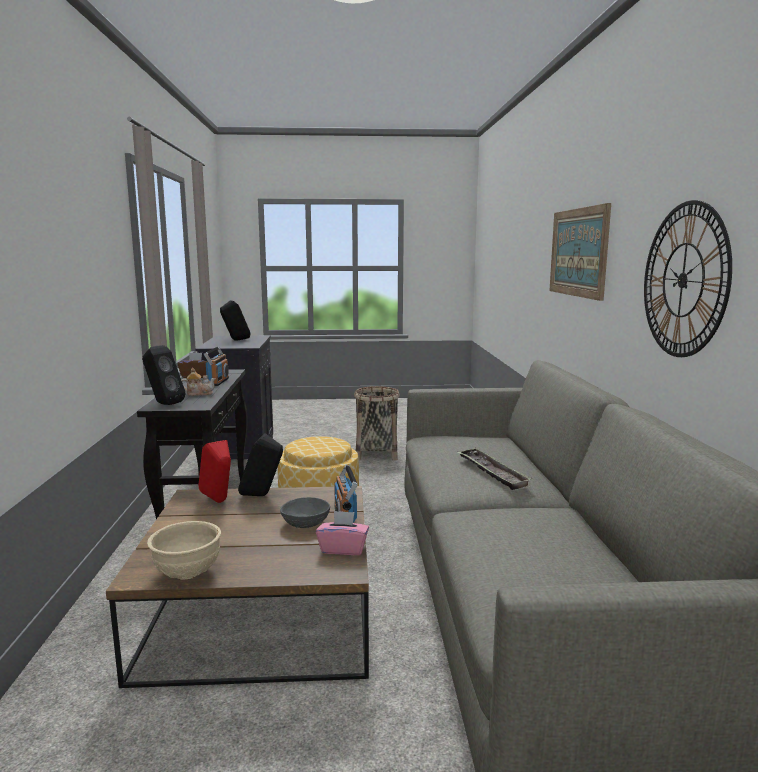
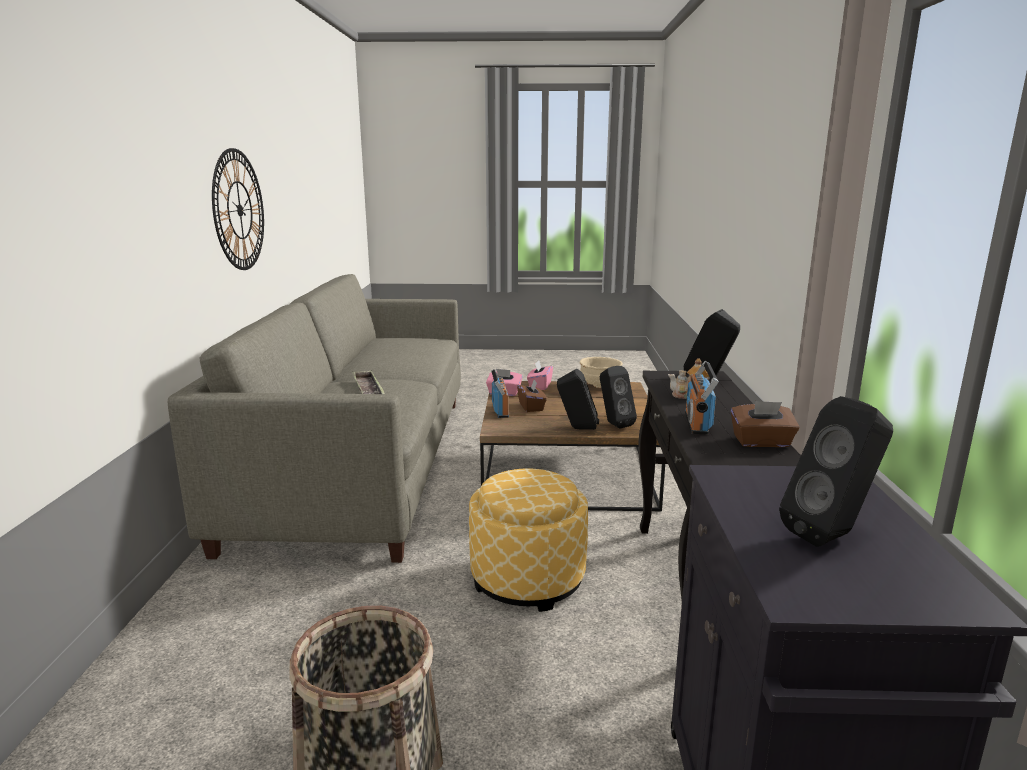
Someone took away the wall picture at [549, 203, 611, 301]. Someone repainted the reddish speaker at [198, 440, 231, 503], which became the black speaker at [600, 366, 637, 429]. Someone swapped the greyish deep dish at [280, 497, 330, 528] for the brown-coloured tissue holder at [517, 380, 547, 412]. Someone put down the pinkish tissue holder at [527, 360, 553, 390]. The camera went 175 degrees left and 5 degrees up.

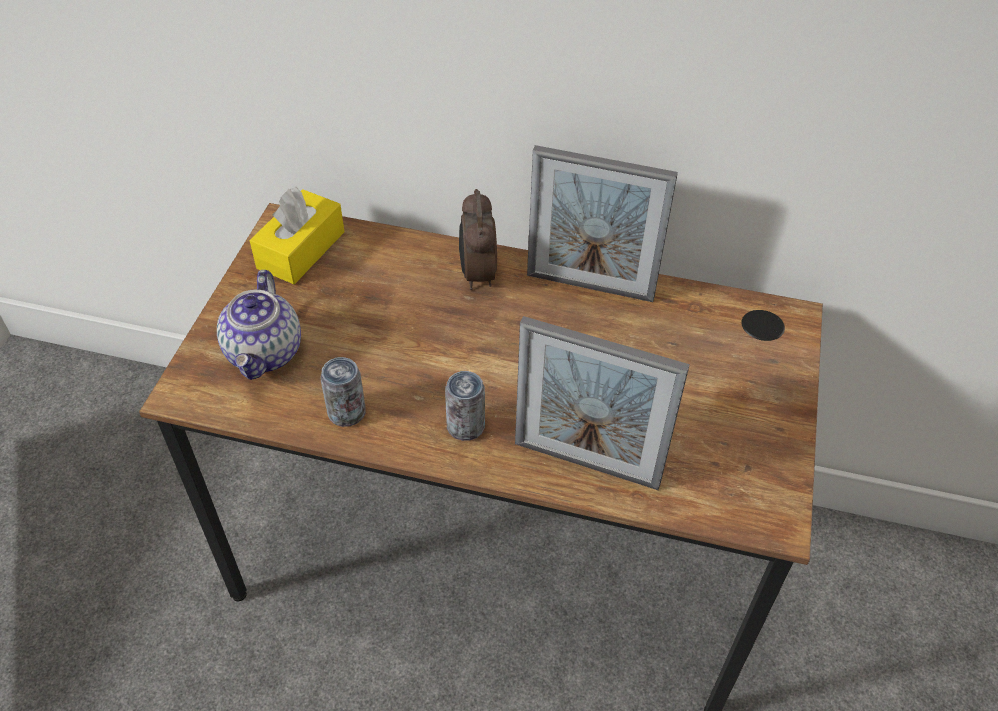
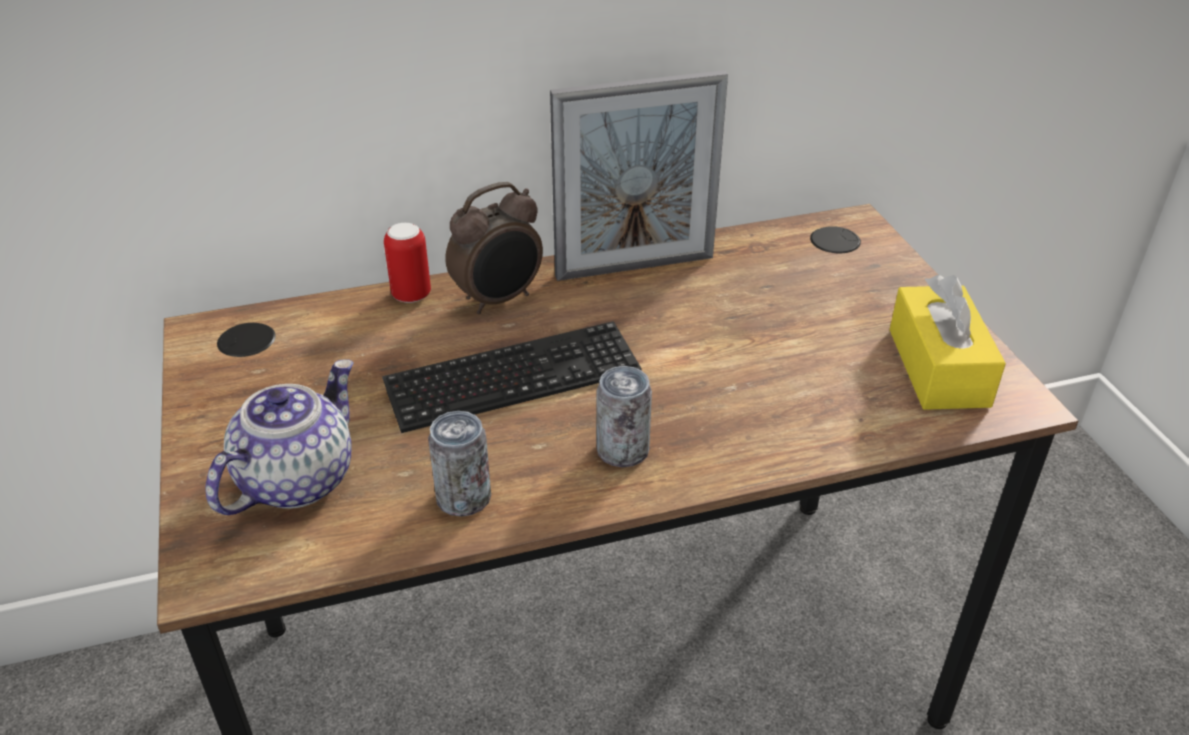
Someone carried the yellow-coloured tissue holder from [250, 187, 344, 284] to [890, 275, 1006, 410]. Someone rotated the alarm clock at [459, 189, 497, 290] by 90 degrees counterclockwise. Someone rotated the teapot at [217, 270, 301, 380] by 120 degrees counterclockwise. Someone took away the picture frame at [515, 316, 690, 490]. Someone put down the can at [384, 223, 431, 303]. Someone put down the keyboard at [382, 321, 642, 433]. The camera went 30 degrees left and 10 degrees down.

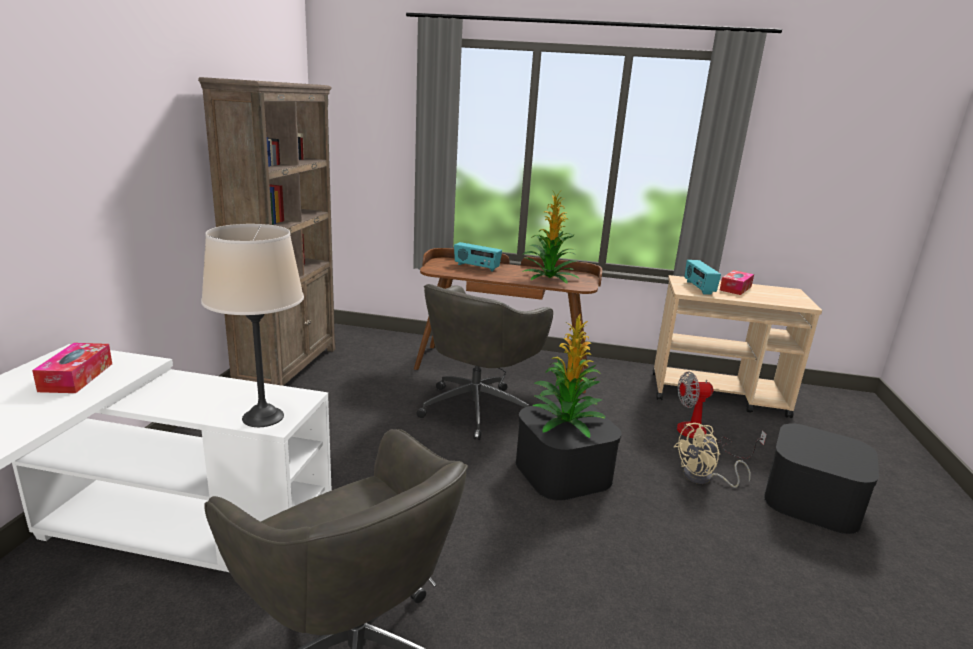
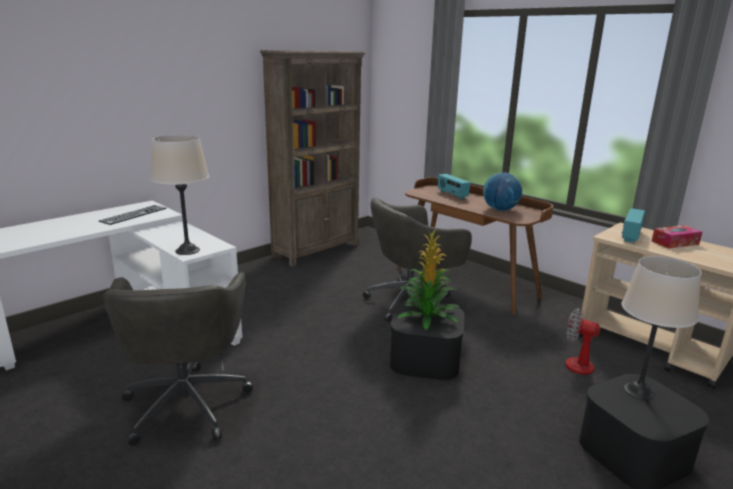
Someone swapped the houseplant at [522, 190, 580, 283] for the globe at [483, 172, 522, 211]. Someone swapped the tissue holder at [32, 343, 112, 393] for the keyboard at [99, 205, 167, 225]. Someone took away the sand-coloured electric fan at [674, 423, 751, 488]. Someone put down the sand-coloured table lamp at [621, 256, 702, 400]. The camera went 35 degrees right and 0 degrees up.

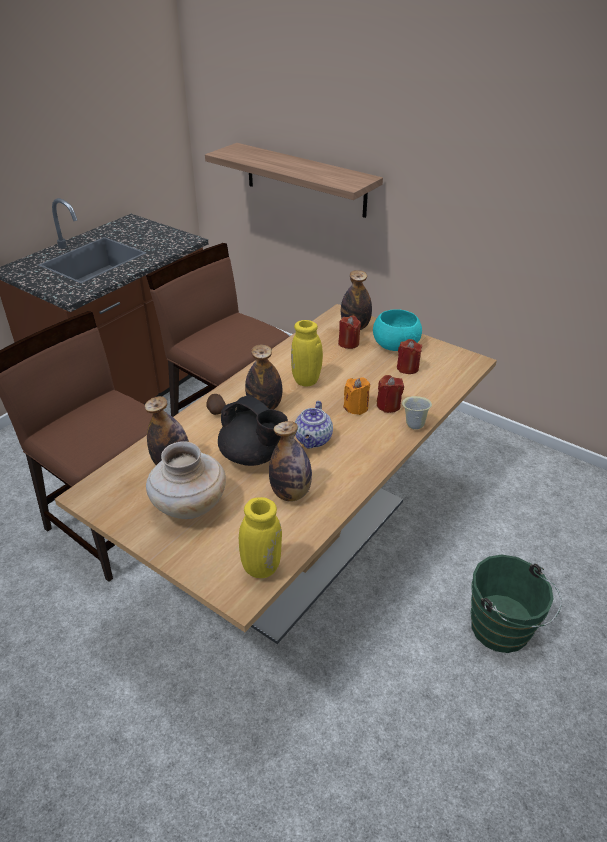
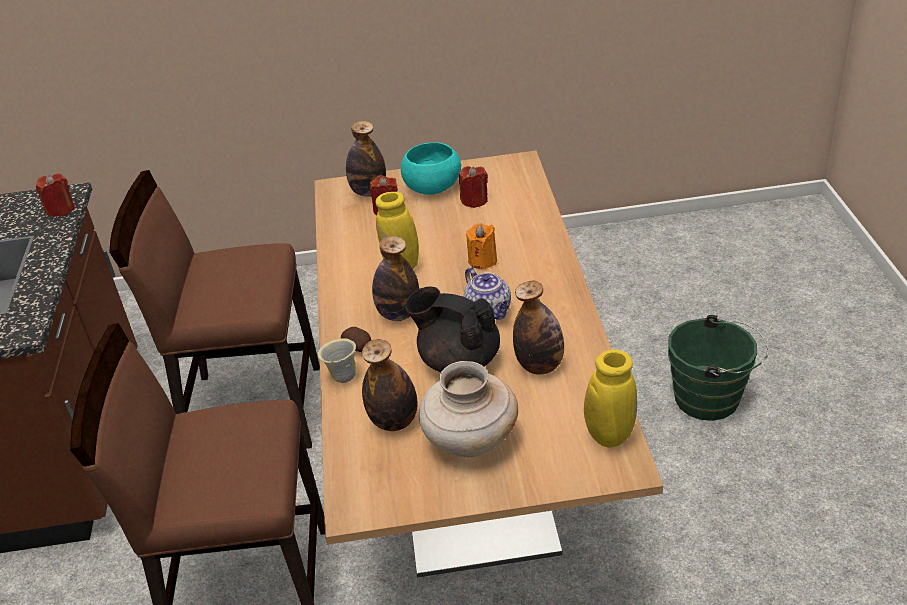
Someone took away the wall shelf at [205, 143, 383, 218]. Someone carried the reddish candle from [377, 375, 404, 413] to [36, 173, 75, 217]. Someone rotated the black teapot at [218, 395, 288, 466] by 150 degrees counterclockwise. Someone carried the sand-coloured coffee mug from [402, 396, 432, 430] to [318, 338, 356, 383]. The camera went 40 degrees left and 0 degrees up.

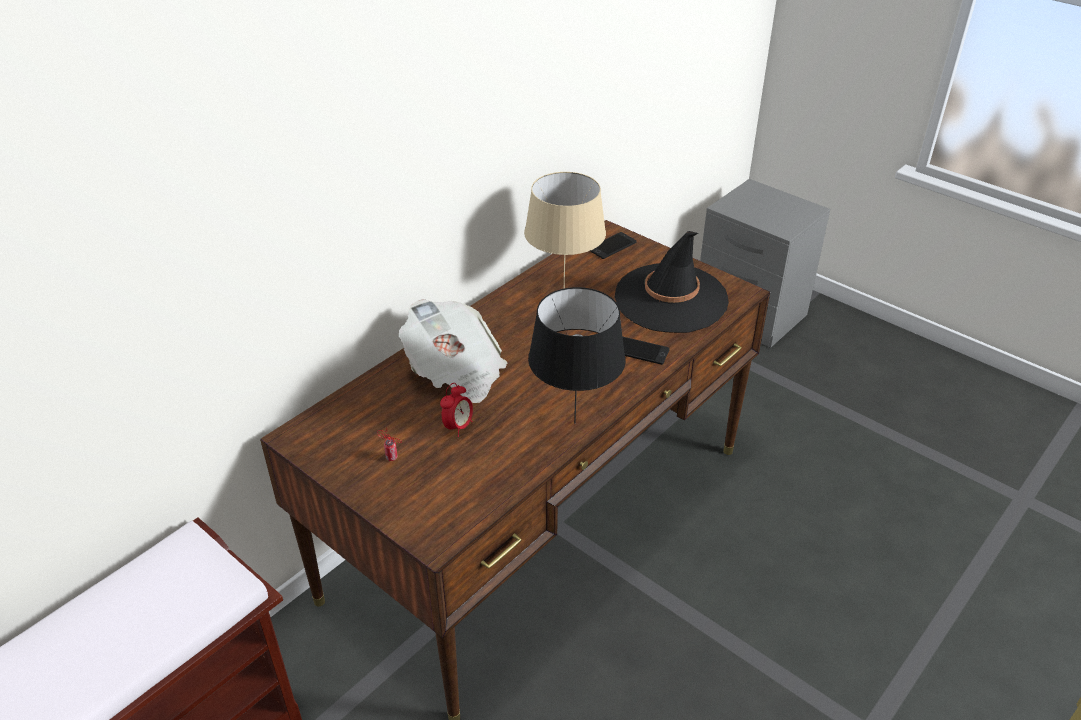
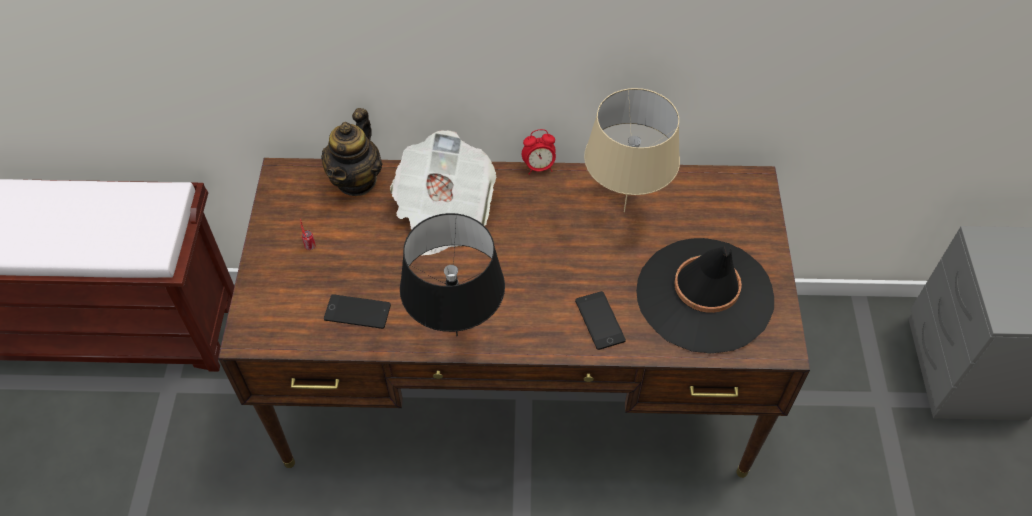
Someone carried the telephone from [590, 232, 637, 259] to [324, 294, 391, 329]. Someone carried the alarm clock from [440, 383, 473, 437] to [522, 129, 556, 175]. Someone put down the teapot at [321, 108, 383, 196]. The camera went 50 degrees right and 15 degrees up.

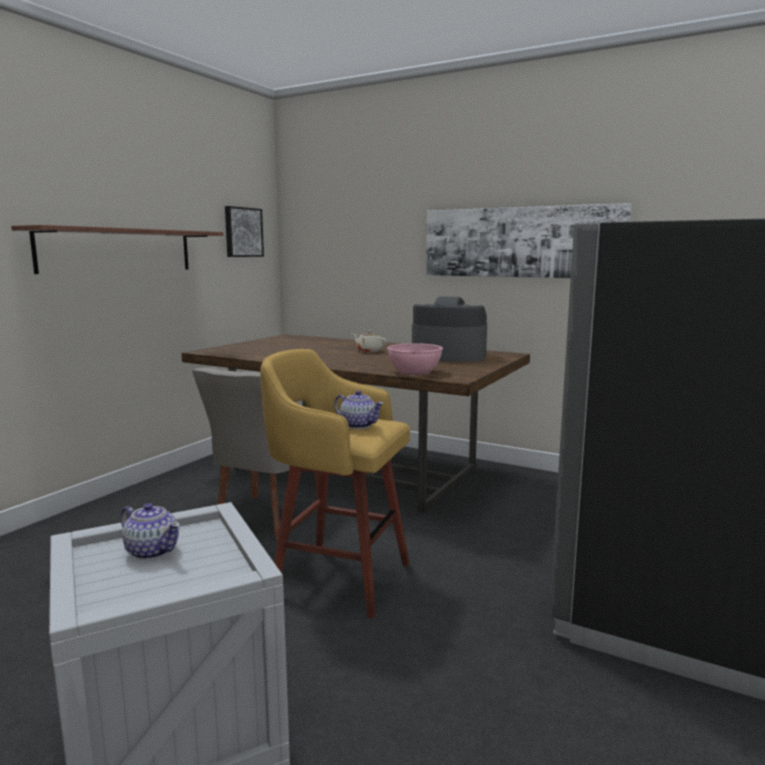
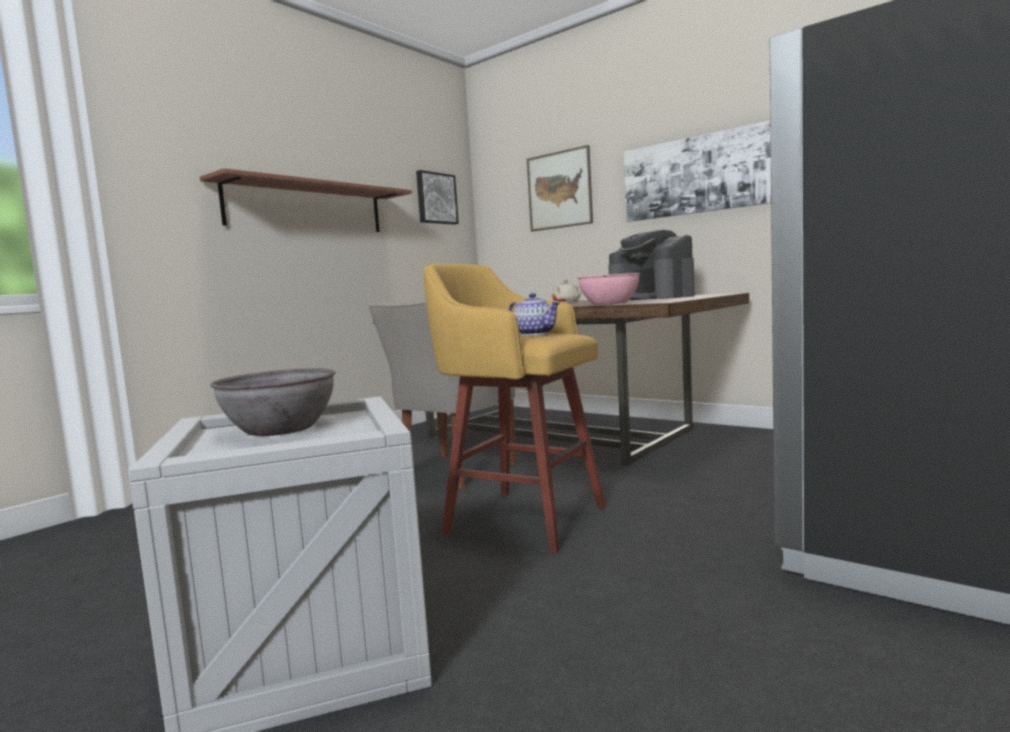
Someone rotated the coffee brewer at [412, 296, 487, 362] by 150 degrees counterclockwise. Someone swapped the teapot at [121, 503, 180, 560] for the greyish deep dish at [210, 368, 336, 436]. Someone put up the wall picture at [527, 145, 593, 232]. The camera went 10 degrees right and 5 degrees down.

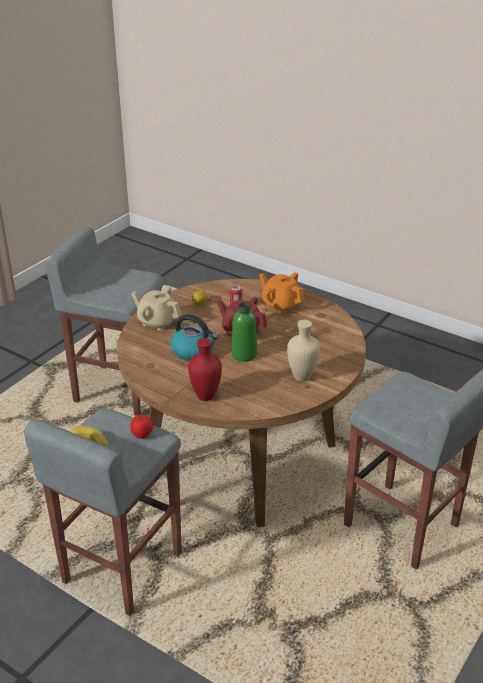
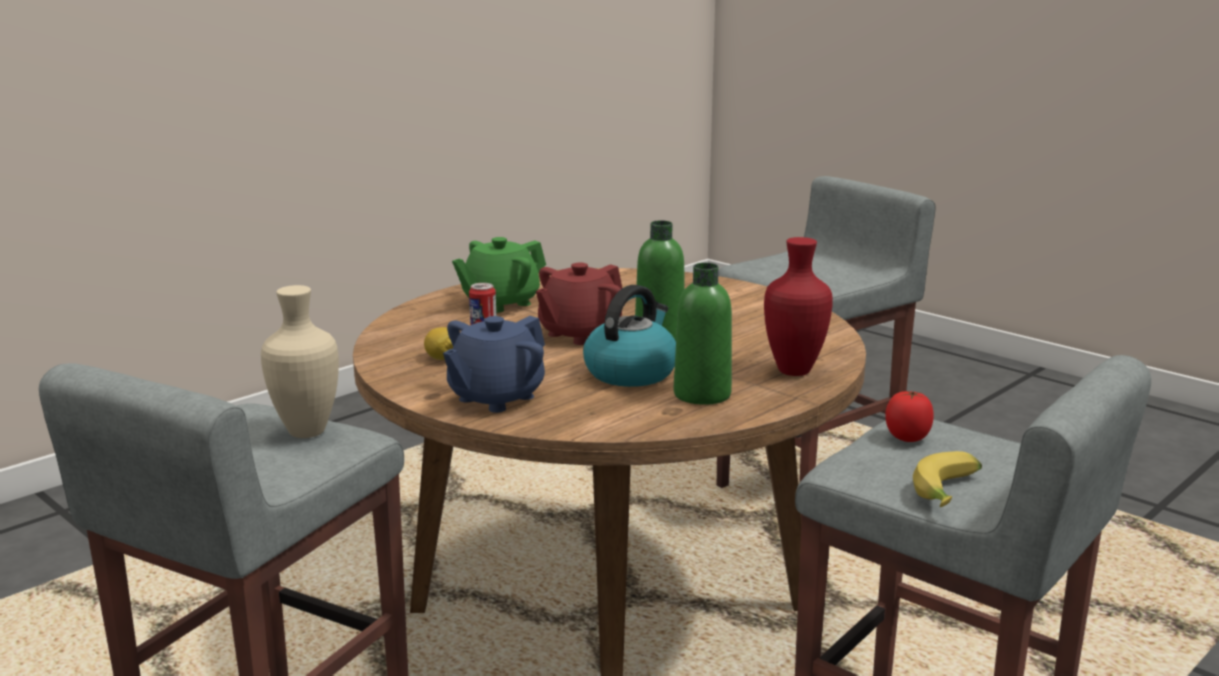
Someone repainted the orange teapot at [259, 272, 304, 314], which became the green teapot at [452, 237, 546, 313]. Someone repainted the sand-coloured teapot at [131, 287, 181, 331], which became the bluish teapot at [443, 316, 545, 413]. Someone carried the sand-coloured vase from [287, 320, 320, 382] to [261, 285, 339, 438]. Someone put down the green bottle at [674, 263, 732, 405]. The camera went 80 degrees left and 15 degrees down.

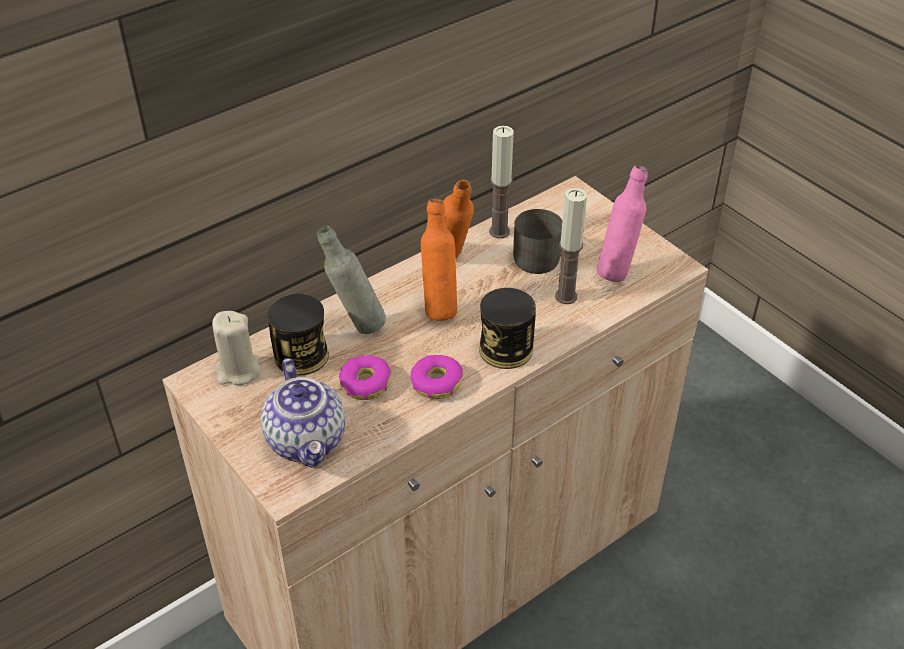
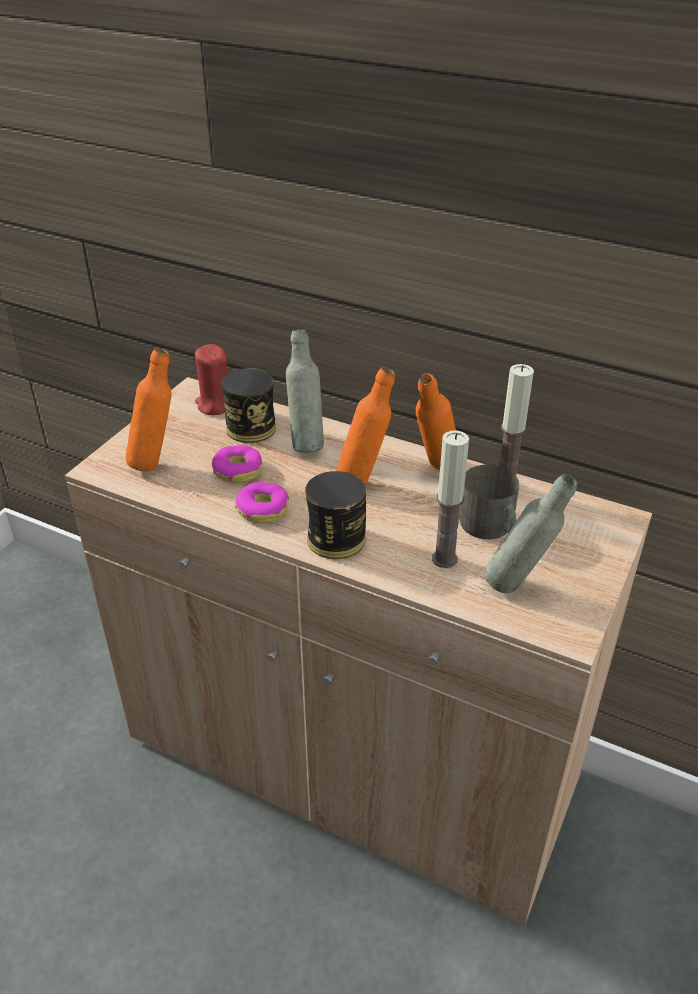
Someone repainted the pinkish bottle at [597, 165, 648, 282], which became the greyish bottle at [485, 474, 577, 593]. Someone repainted the sand-coloured candle at [212, 311, 261, 385], which became the reddish candle at [195, 344, 228, 415]. Someone swapped the teapot at [261, 358, 345, 468] for the orange bottle at [126, 348, 172, 472]. The camera went 65 degrees right and 5 degrees down.

